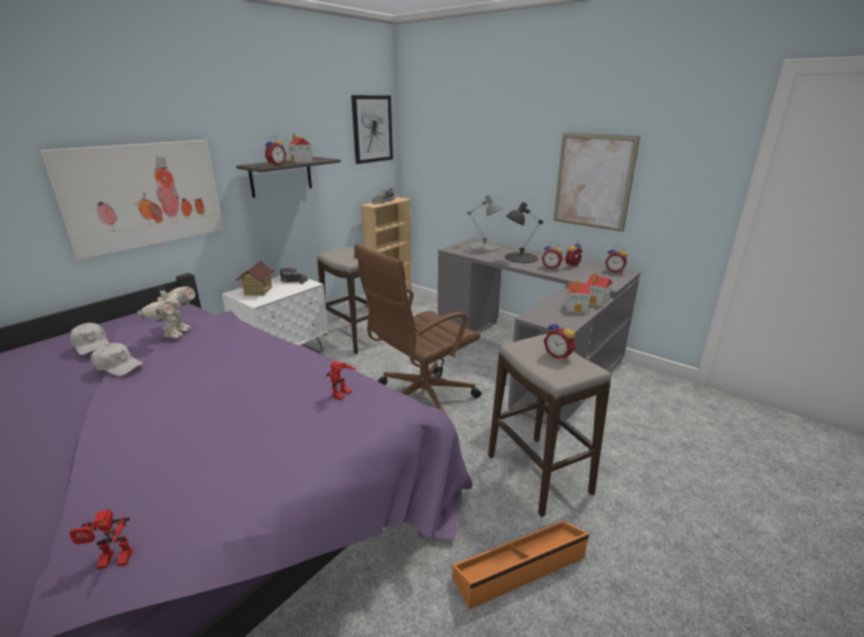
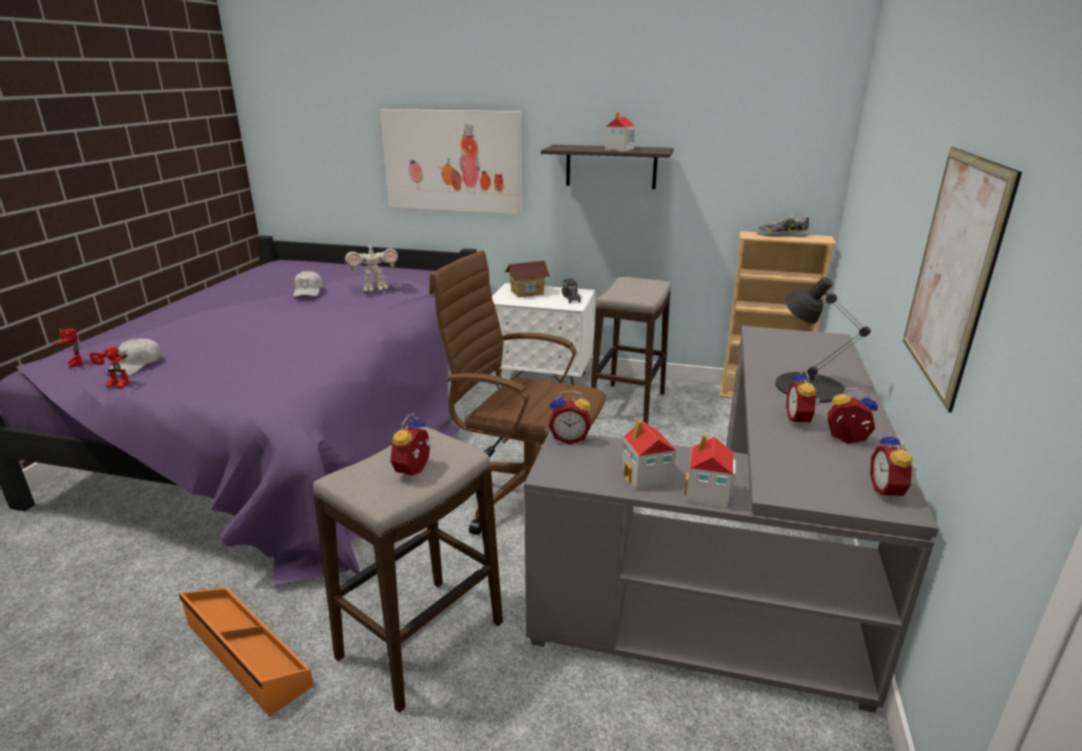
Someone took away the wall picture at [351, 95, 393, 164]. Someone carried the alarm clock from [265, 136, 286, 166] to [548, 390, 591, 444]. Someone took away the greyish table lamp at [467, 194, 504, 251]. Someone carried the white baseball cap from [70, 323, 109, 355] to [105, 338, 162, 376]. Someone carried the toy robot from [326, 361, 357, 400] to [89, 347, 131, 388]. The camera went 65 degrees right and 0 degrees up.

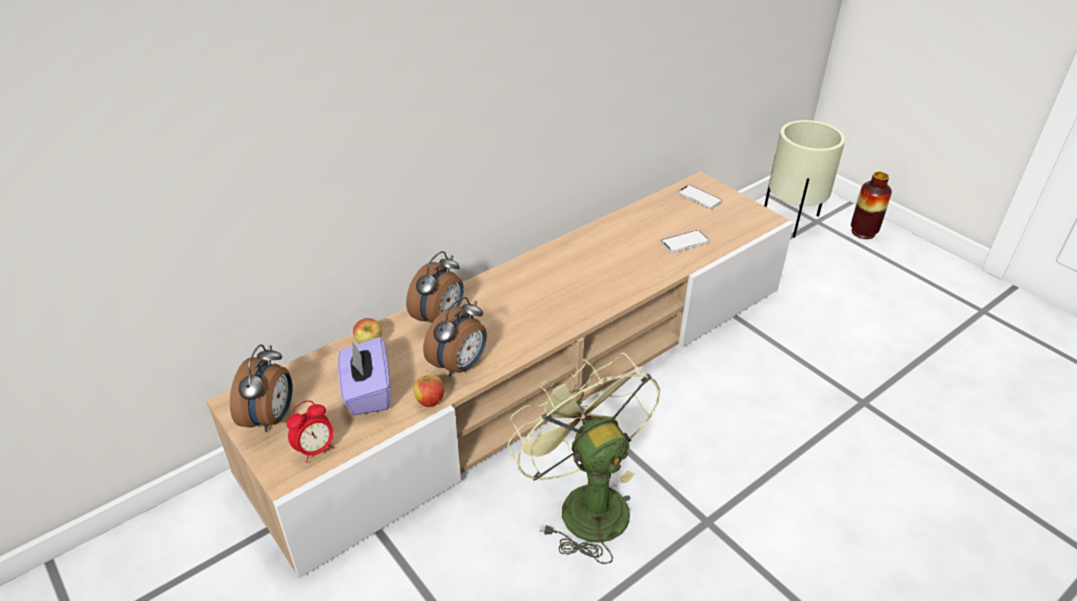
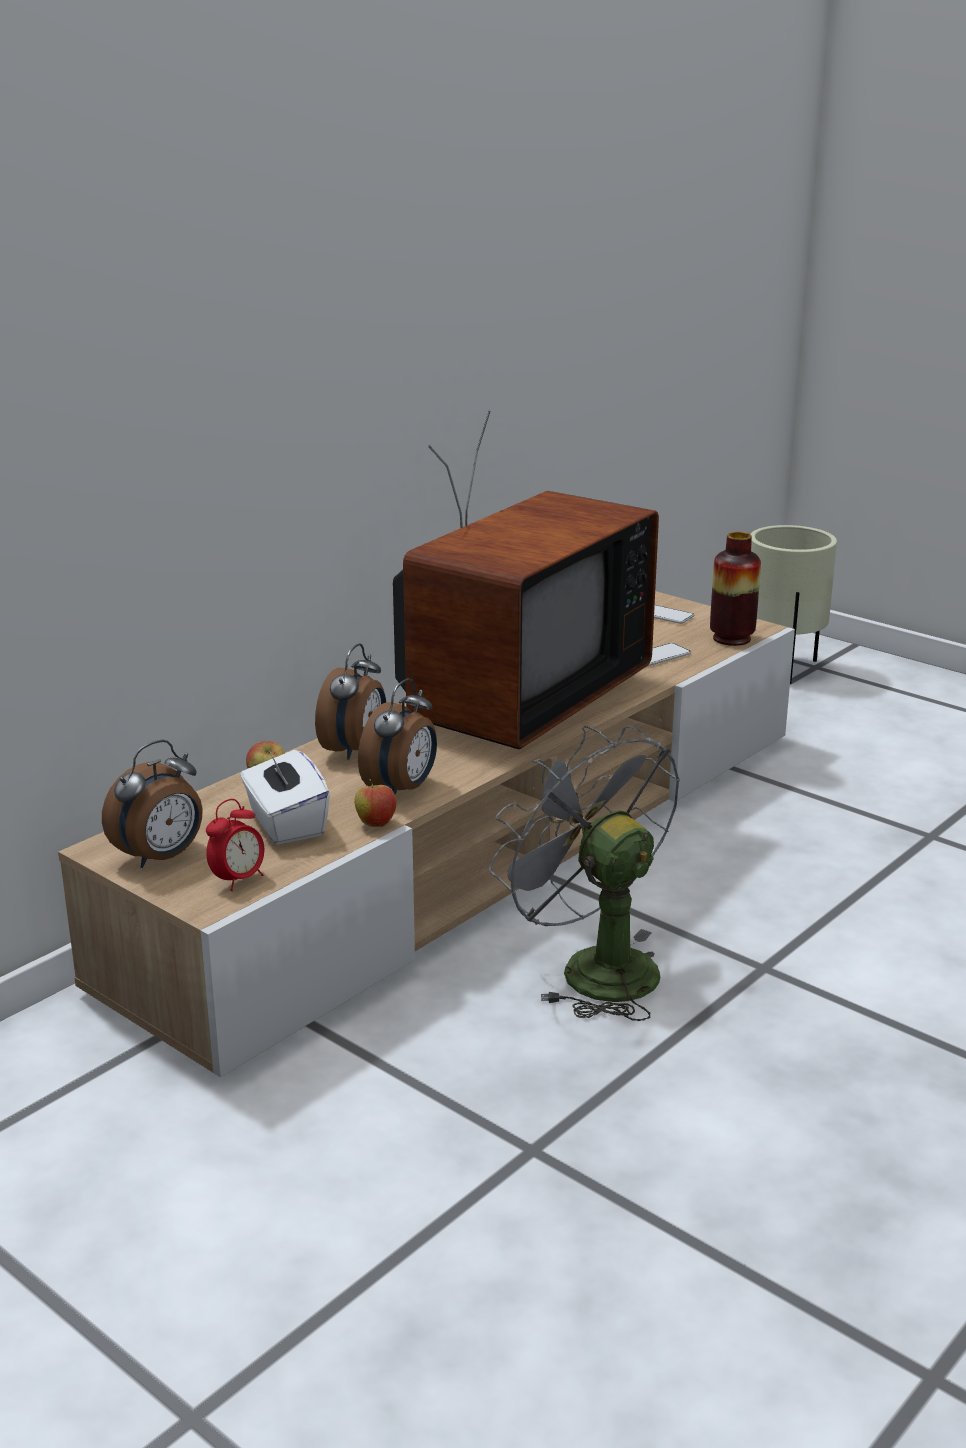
Someone carried the vase from [851, 172, 892, 239] to [710, 532, 761, 646]. Someone repainted the purple tissue holder at [338, 337, 391, 415], which became the white tissue holder at [240, 747, 330, 845]. Someone rotated the alarm clock at [230, 344, 292, 432] by 45 degrees clockwise. Someone repainted the green electric fan at [508, 353, 661, 564], which became the greyish electric fan at [489, 725, 680, 1021]. Someone put down the television at [393, 411, 659, 749]. The camera went 10 degrees left and 15 degrees down.

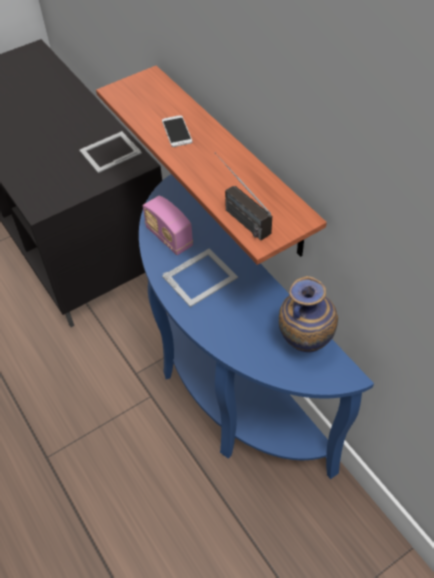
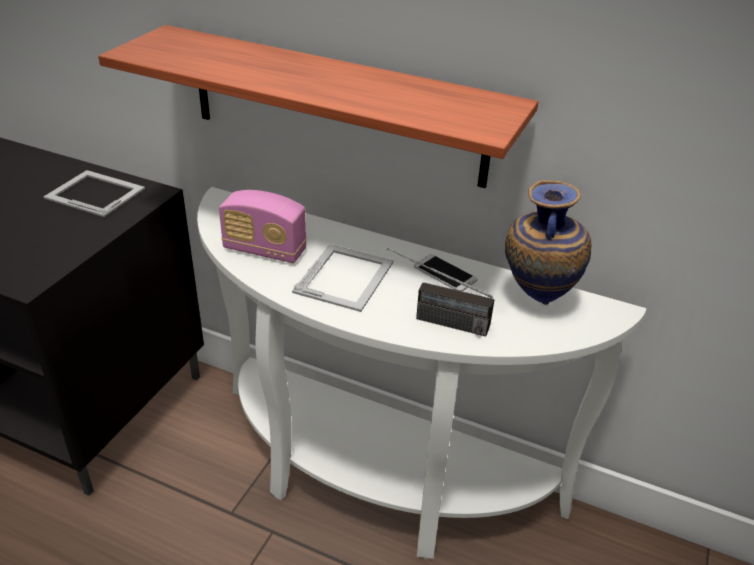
Someone carried the telephone from [162, 115, 192, 147] to [414, 254, 477, 292]. Someone rotated the picture frame at [79, 131, 142, 173] by 90 degrees clockwise. Someone carried the radio set from [215, 152, 272, 240] to [387, 248, 495, 336]. Someone repainted the bluish console table at [139, 174, 374, 479], which became the white console table at [197, 187, 646, 559]. The camera went 35 degrees left and 15 degrees down.

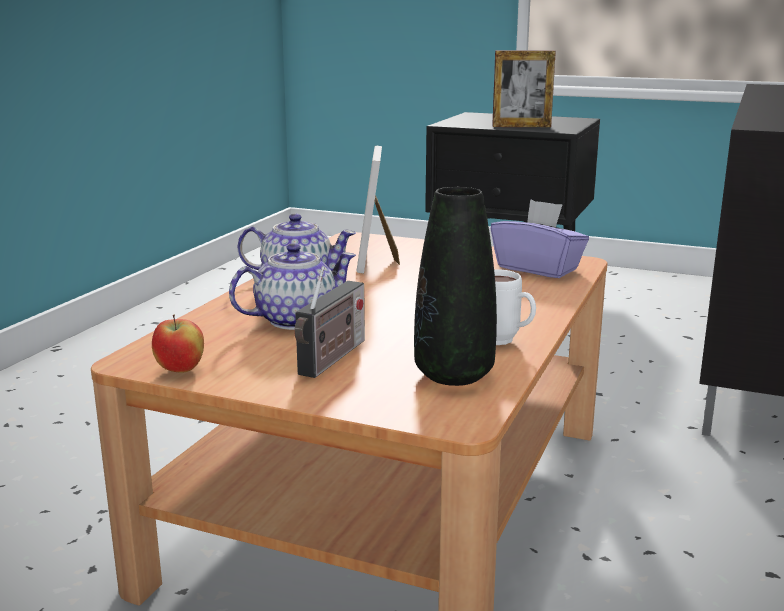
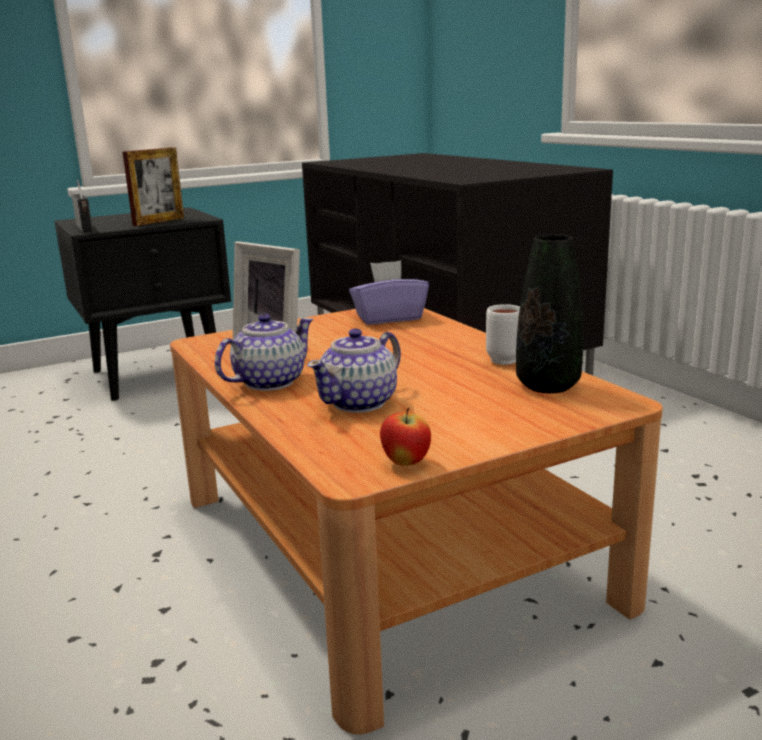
Someone rotated the teapot at [229, 243, 356, 330] by 150 degrees counterclockwise. Someone carried the radio set from [294, 267, 365, 378] to [72, 180, 93, 232]. The camera went 50 degrees left and 0 degrees up.

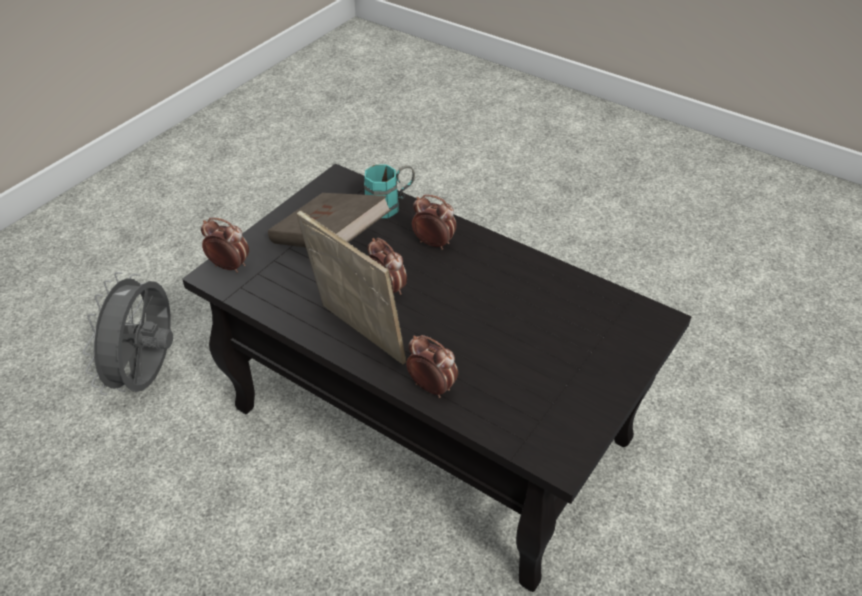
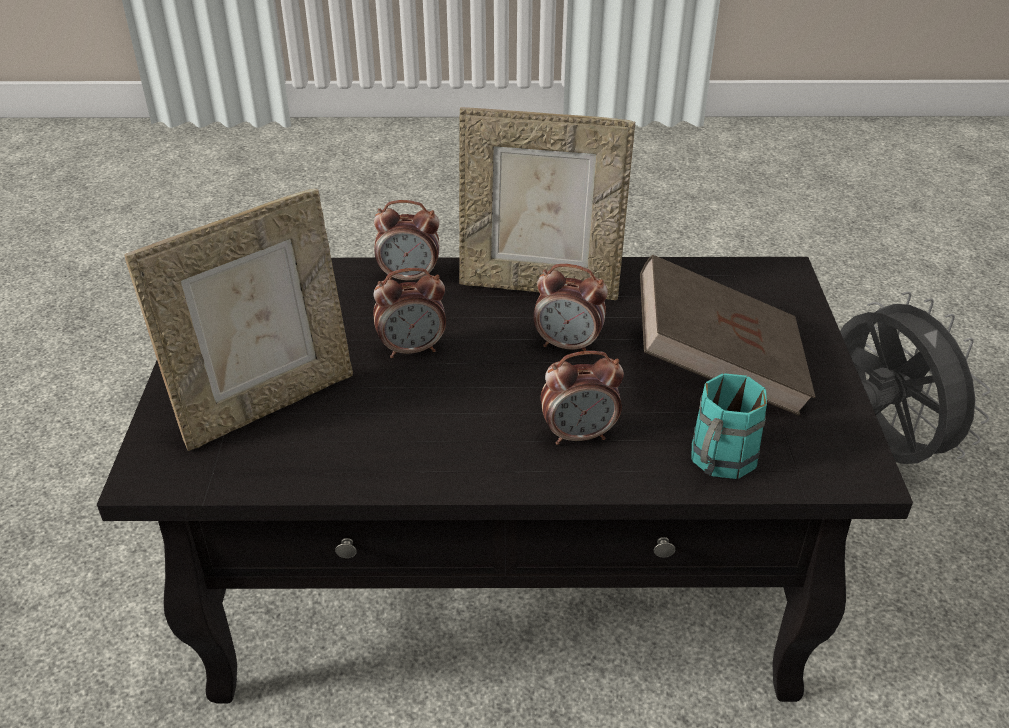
Someone carried the alarm clock from [201, 217, 249, 273] to [373, 268, 446, 358]. Someone put down the picture frame at [124, 189, 353, 451]. The camera went 145 degrees right and 5 degrees down.

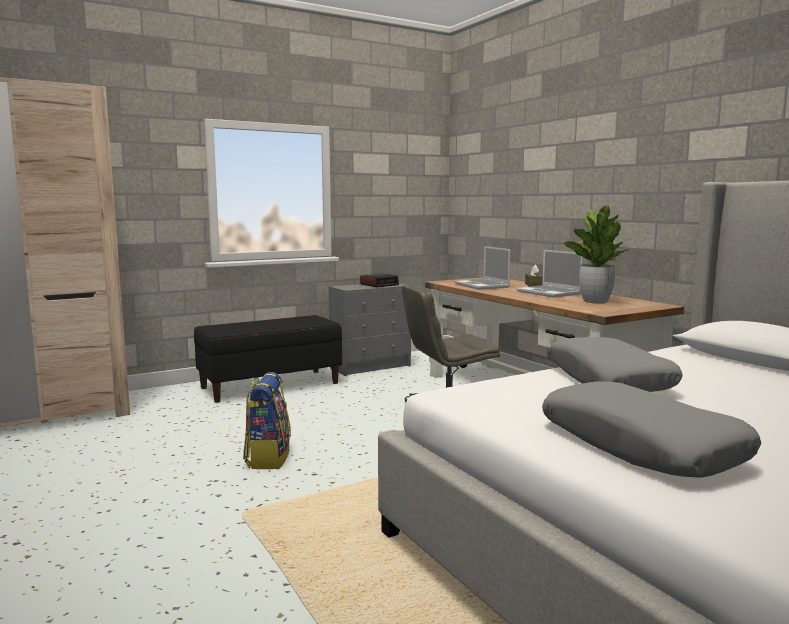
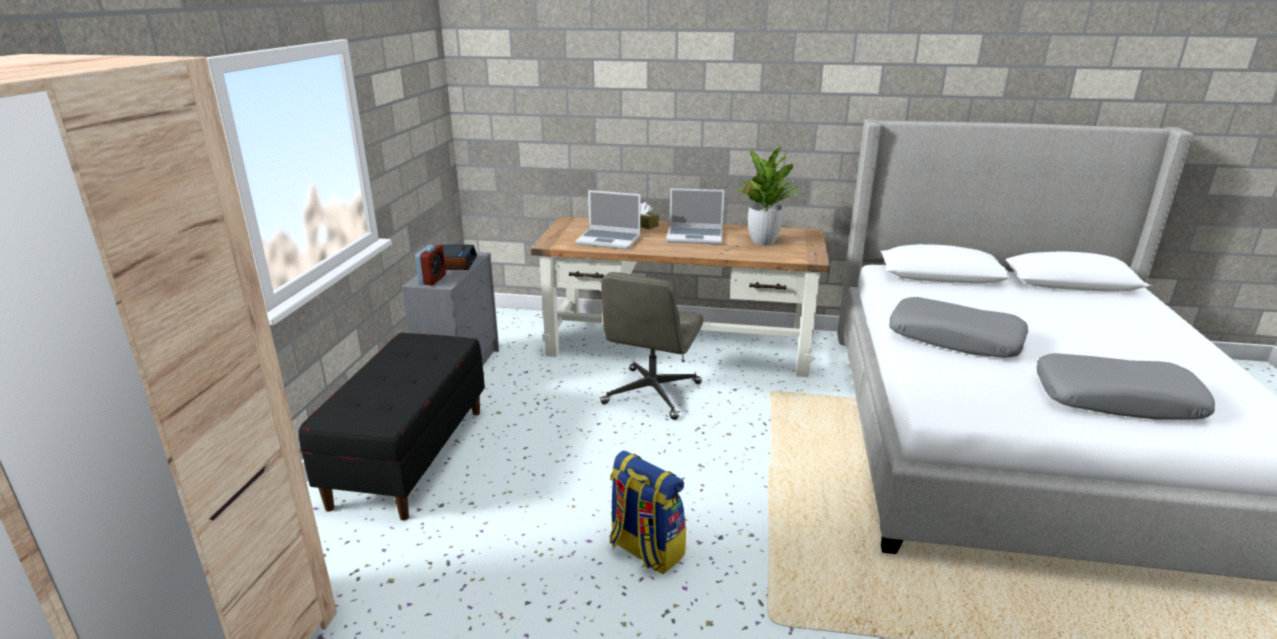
Someone put down the alarm clock at [415, 245, 446, 285]. The camera went 50 degrees left and 15 degrees up.

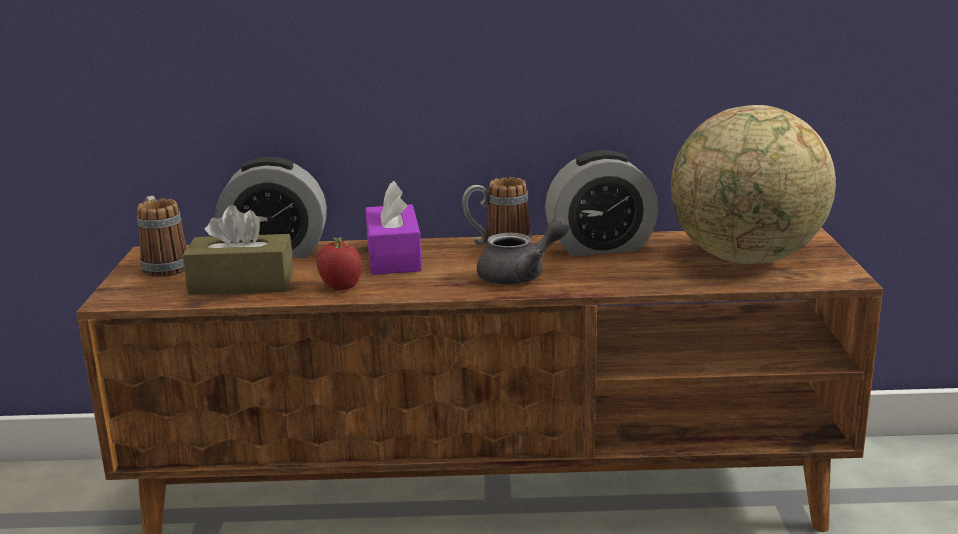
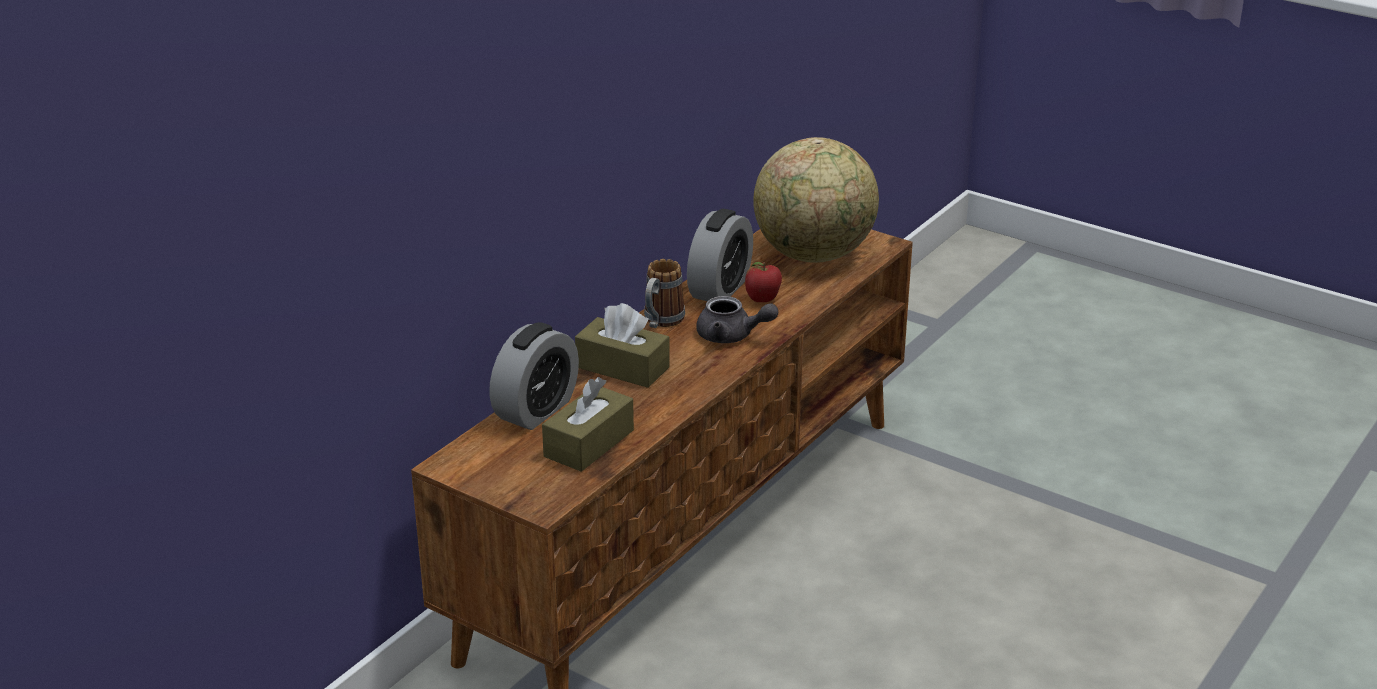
Someone repainted the purple tissue holder at [365, 181, 422, 275], which became the brown-coloured tissue holder at [575, 303, 670, 388]. Someone took away the coffee mug at [137, 196, 187, 277]. Someone rotated the greyish teapot at [477, 217, 569, 285] by 105 degrees clockwise. Someone carried the apple from [316, 237, 361, 290] to [745, 262, 782, 302]. The camera went 55 degrees left and 10 degrees up.

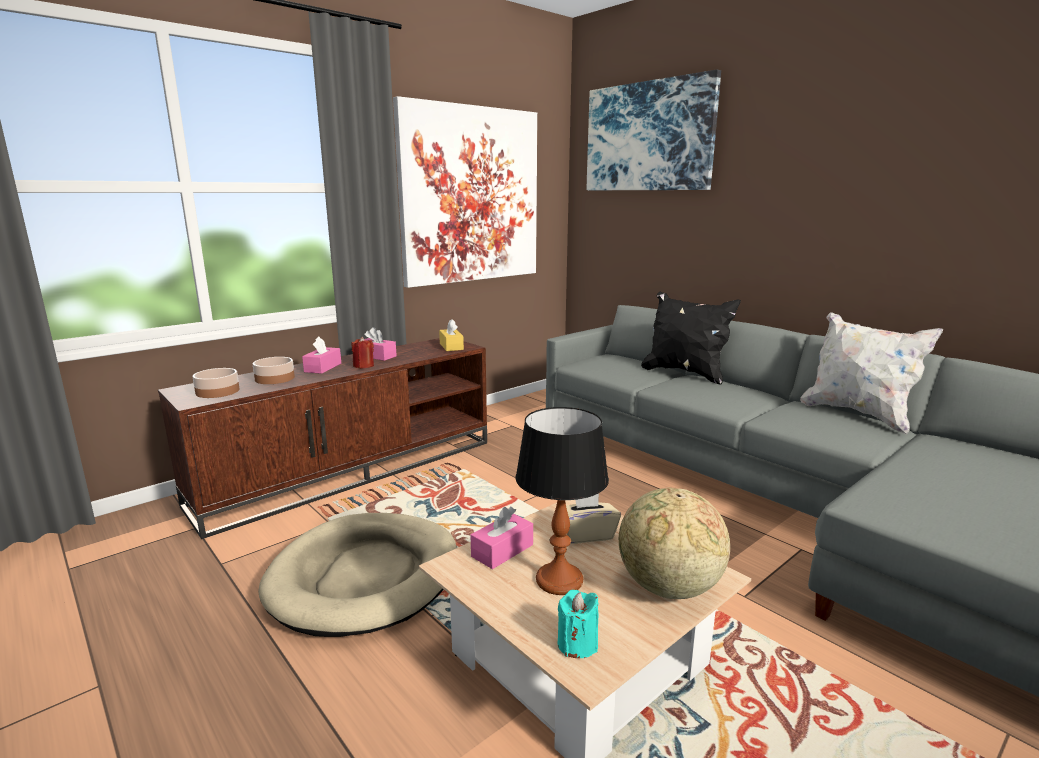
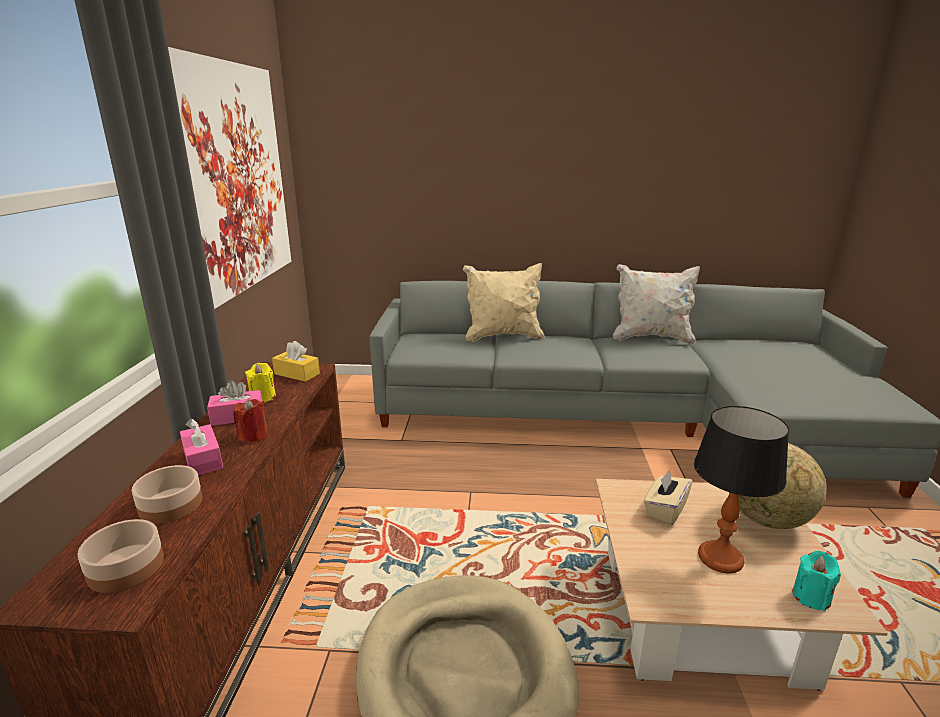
Someone took away the wall picture at [587, 70, 721, 190]. Someone repainted the black throw pillow at [641, 292, 741, 385], which became the sand-coloured throw pillow at [463, 263, 545, 342]. Someone took away the pinkish tissue holder at [471, 507, 533, 569]. Someone put down the yellow-coloured candle at [245, 363, 276, 402]. The camera went 45 degrees left and 5 degrees up.

